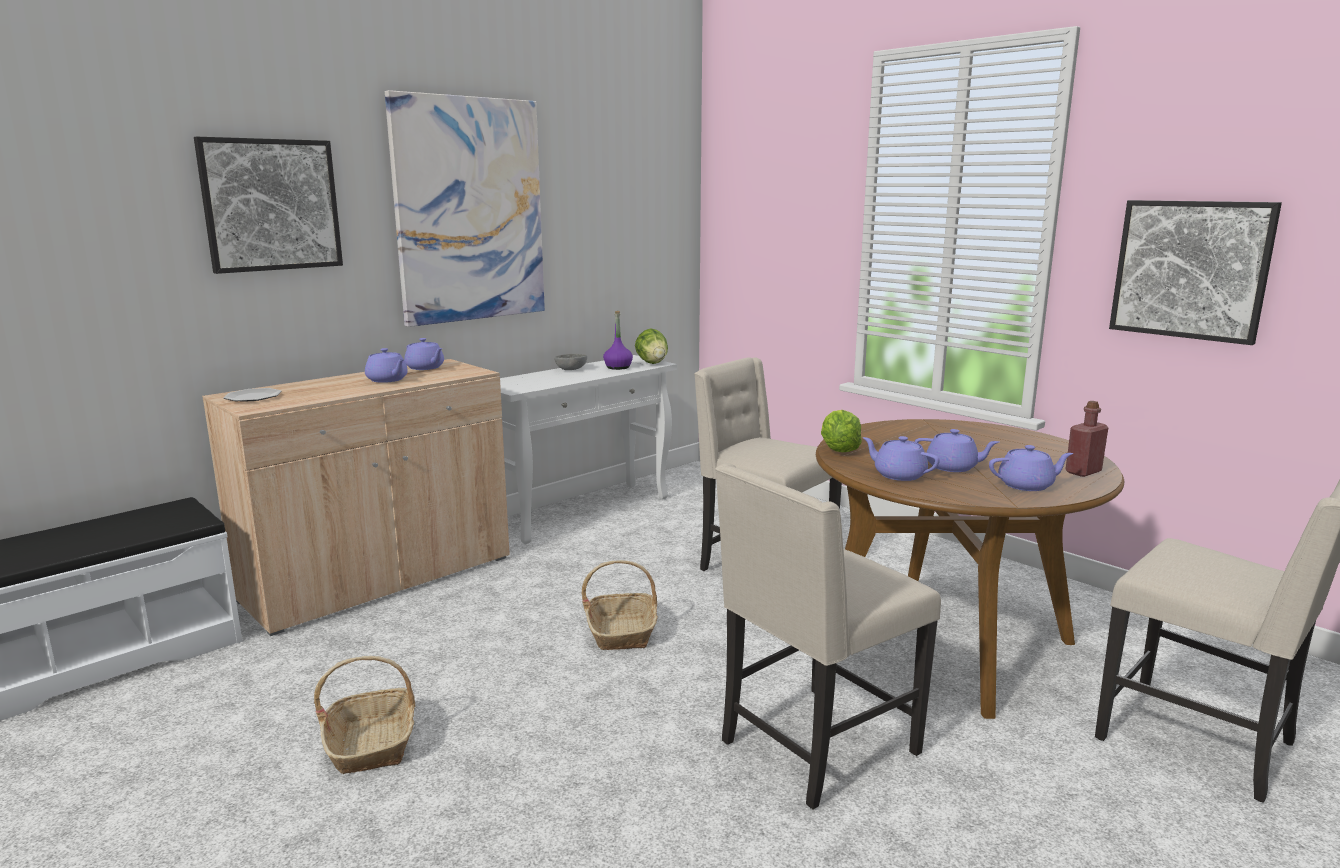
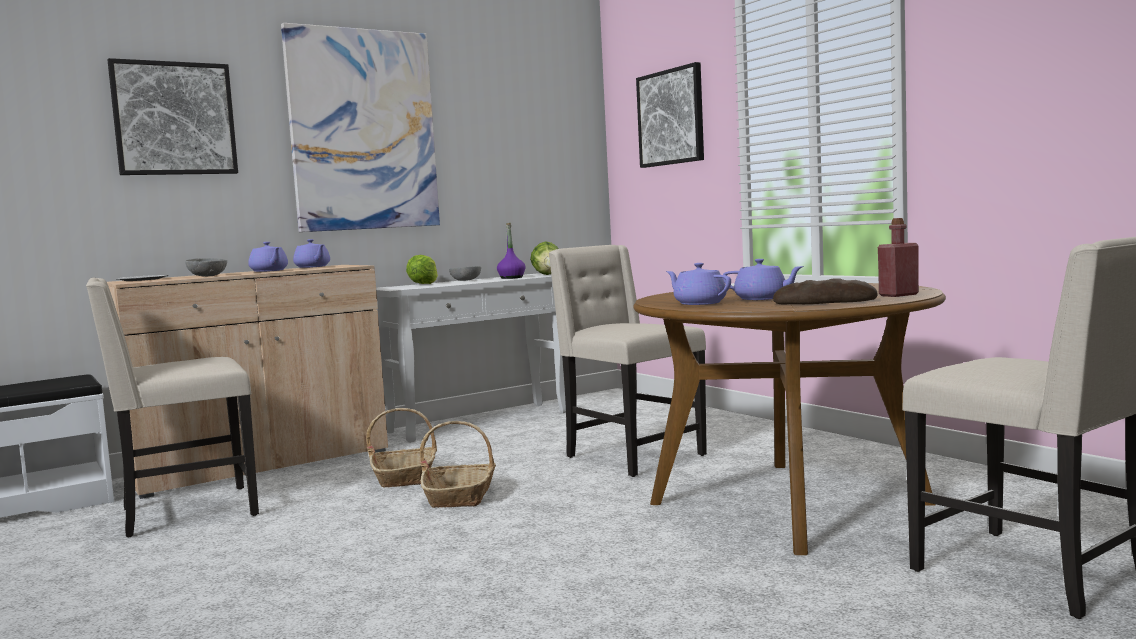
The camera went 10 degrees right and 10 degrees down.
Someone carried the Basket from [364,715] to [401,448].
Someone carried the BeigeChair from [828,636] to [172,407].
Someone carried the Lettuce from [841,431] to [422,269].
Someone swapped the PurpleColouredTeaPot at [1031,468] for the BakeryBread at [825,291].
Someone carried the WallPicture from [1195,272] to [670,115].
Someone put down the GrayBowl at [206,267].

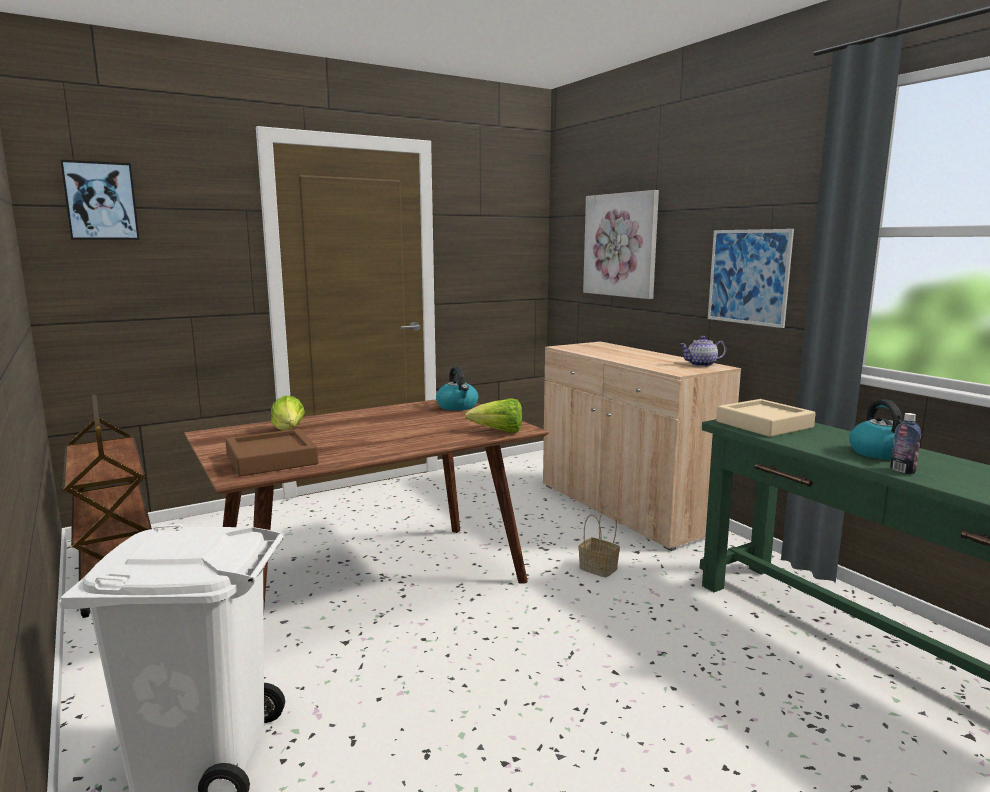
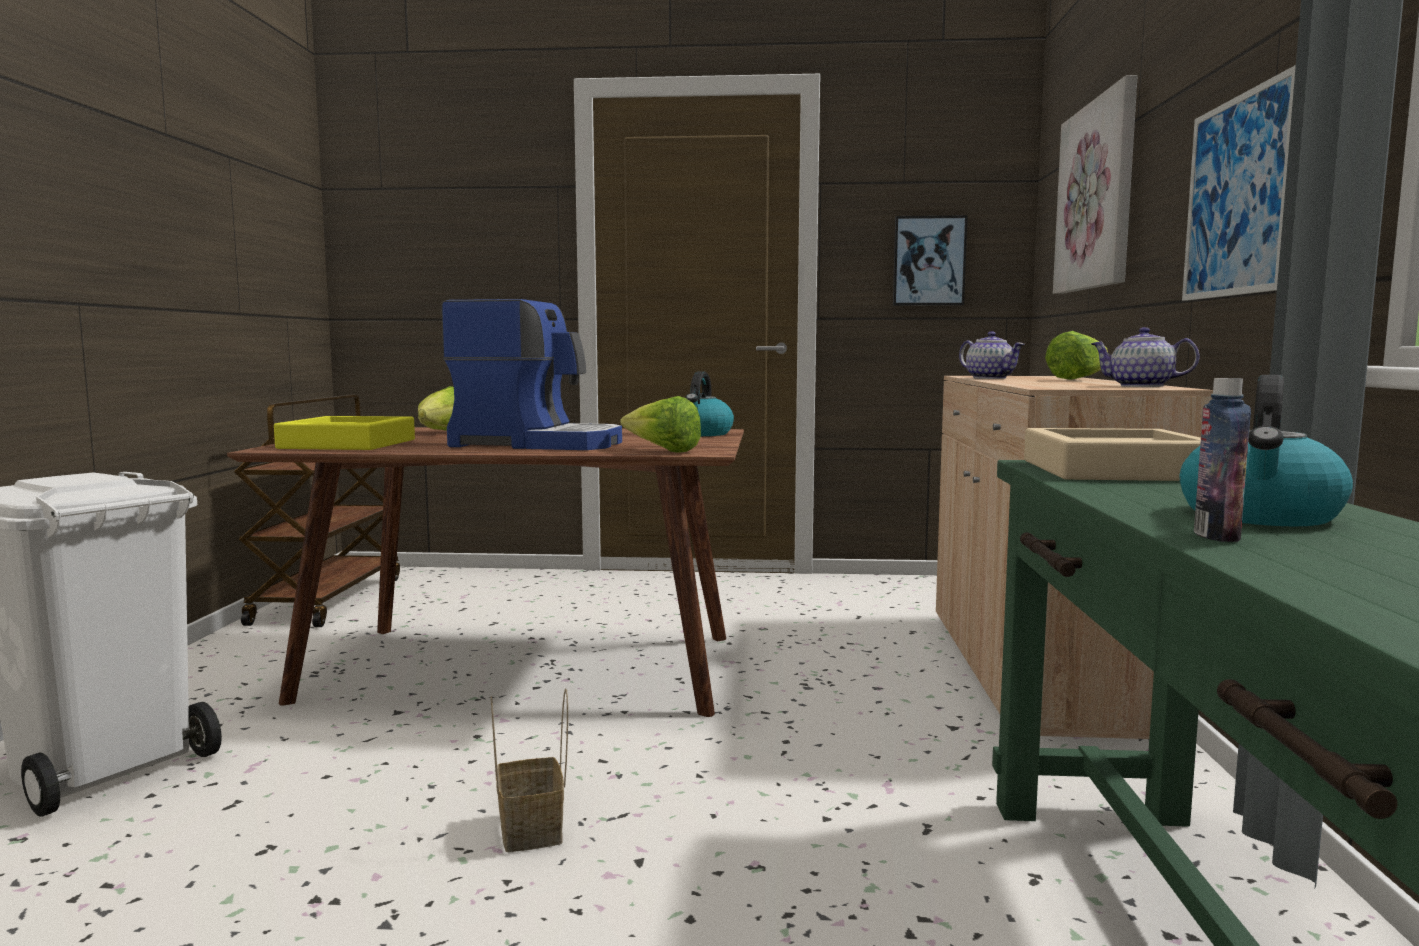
The camera went 35 degrees right and 5 degrees down.
Someone carried the WallPicture from [99,200] to [930,260].
Someone repainted the BrownishTray at [272,452], which became the YellowishTray at [344,433].
Someone carried the Basket from [599,541] to [529,770].
Someone put down the CoffeeMachine at [531,374].
Someone put down the TeaPot at [991,355].
Someone put down the Lettuce at [1076,355].

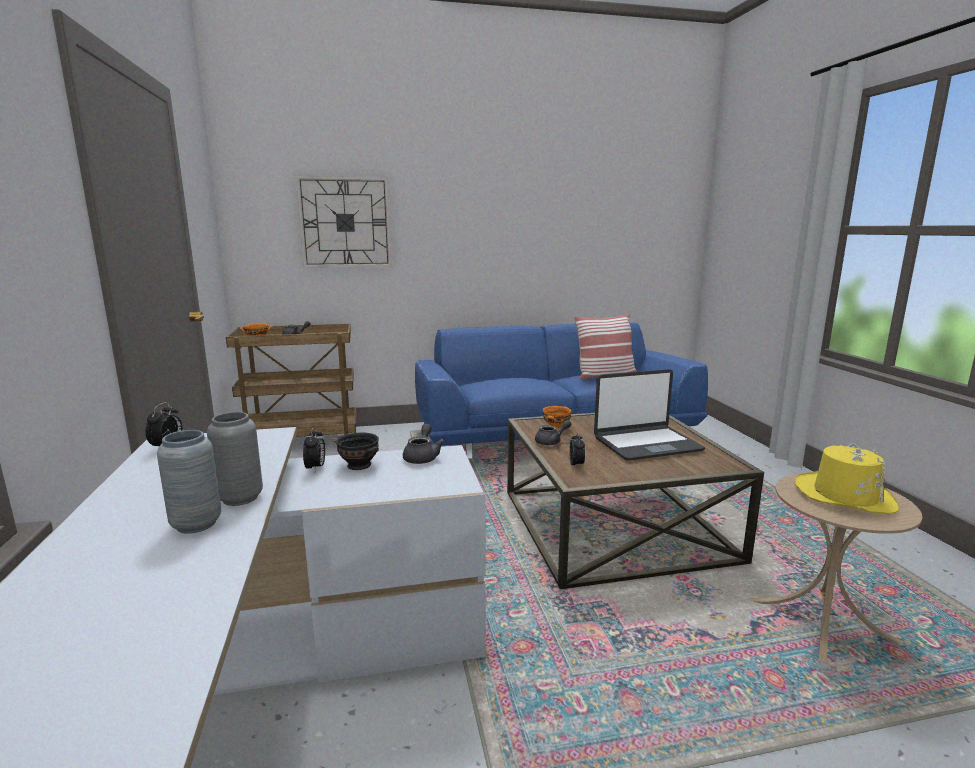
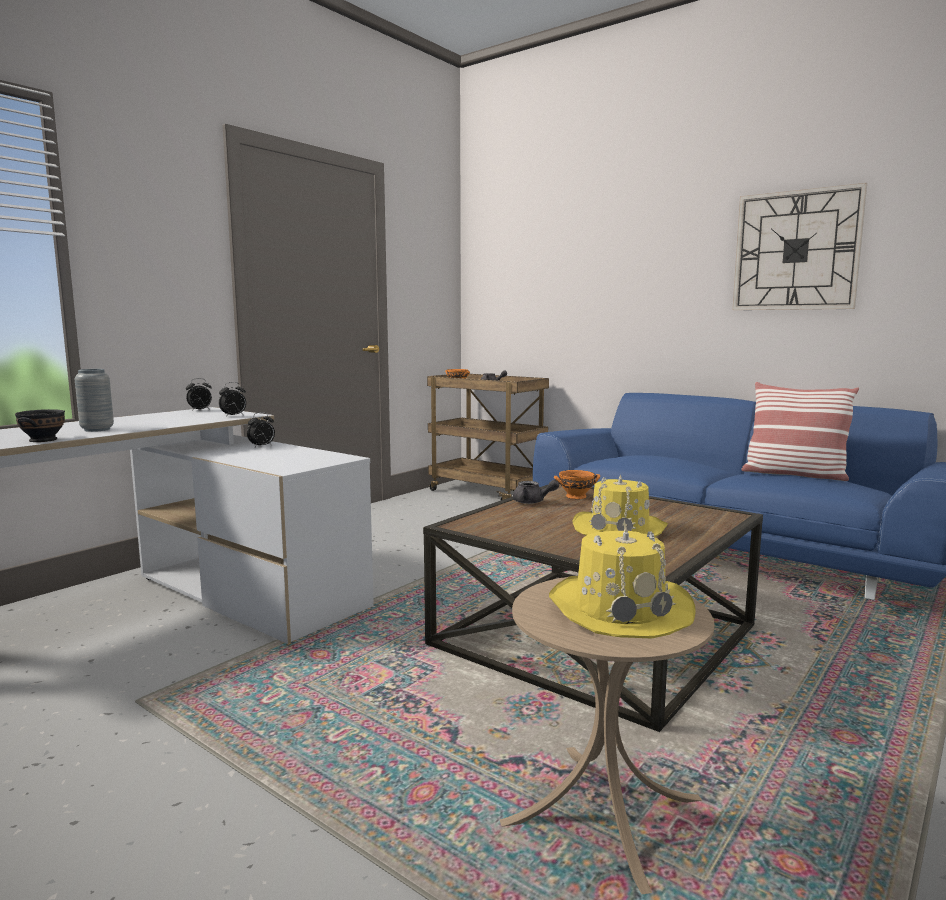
The camera went 50 degrees right and 5 degrees down.
Someone took away the GrayDecorativeVase at [235,459].
Someone carried the HangingClock from [344,222] to [799,246].
Someone carried the BlackishBowl from [357,451] to [40,425].
Someone took away the GrayTeaPot at [424,444].
Someone carried the TableClock from [577,449] to [232,399].
Someone swapped the NotebookComputer at [649,415] for the YellowishClothingHat at [620,505].

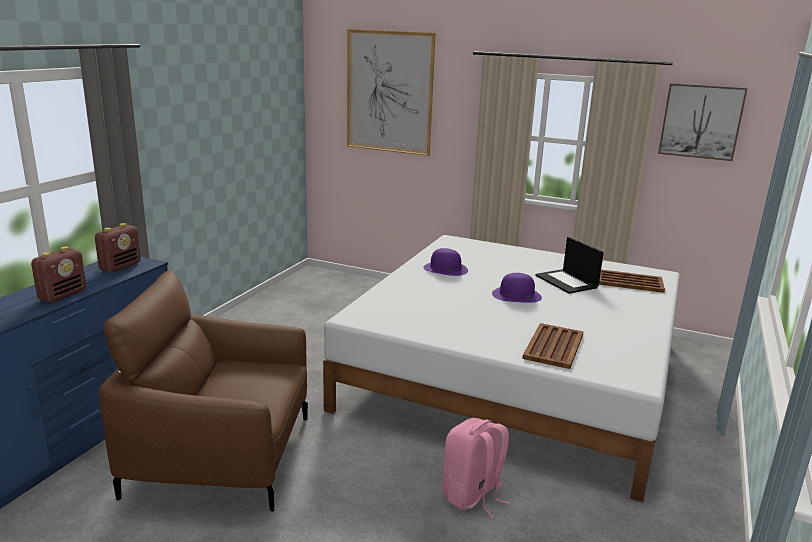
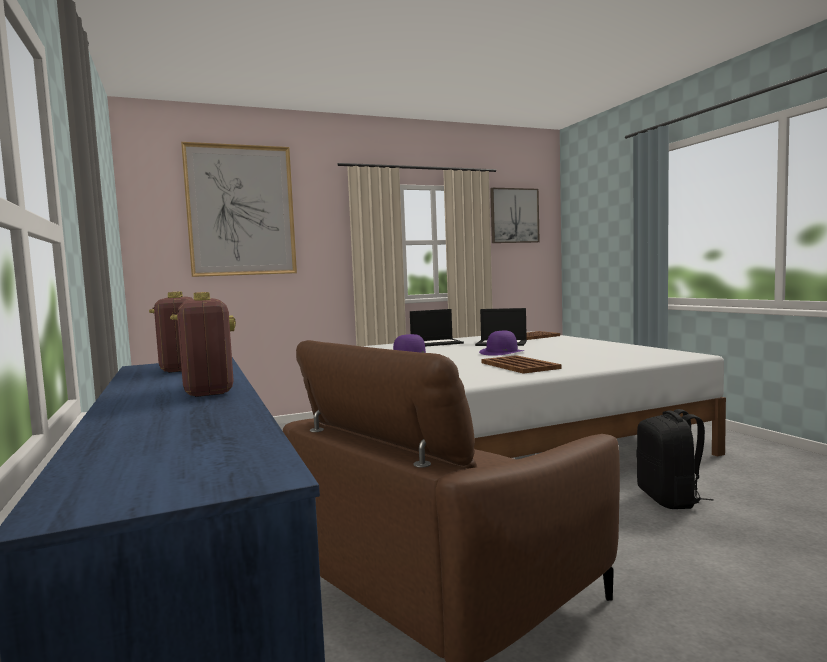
The camera went 45 degrees left and 15 degrees down.
Someone repainted the PinkBackpack at [476,468], which became the BlackishBackpack at [675,459].
Someone carried the BrownishTray from [553,346] to [522,364].
Someone put down the NotebookComputer at [437,328].

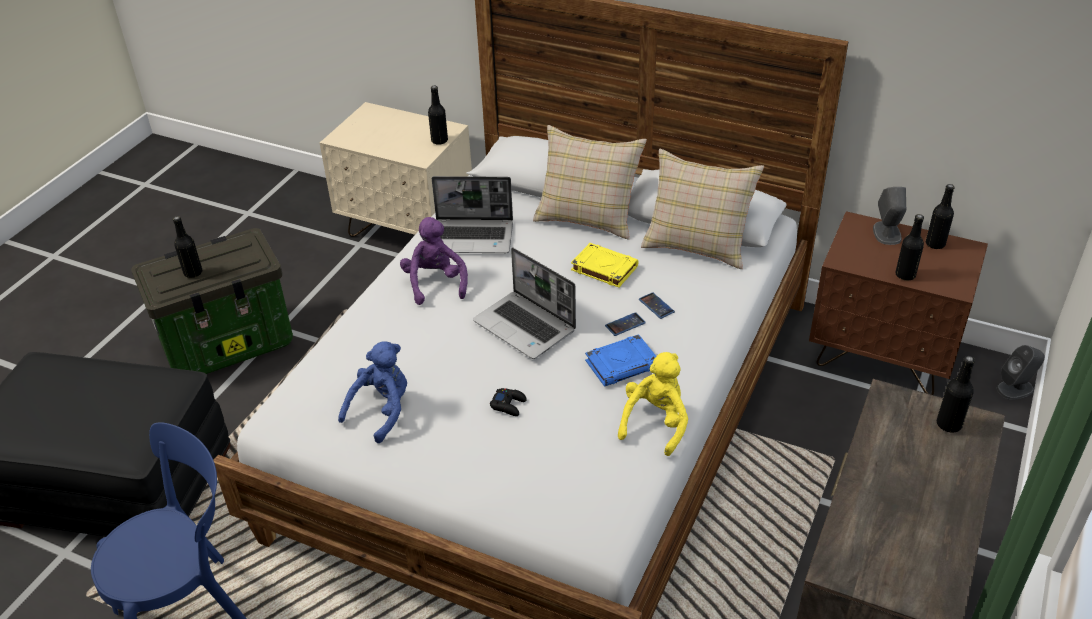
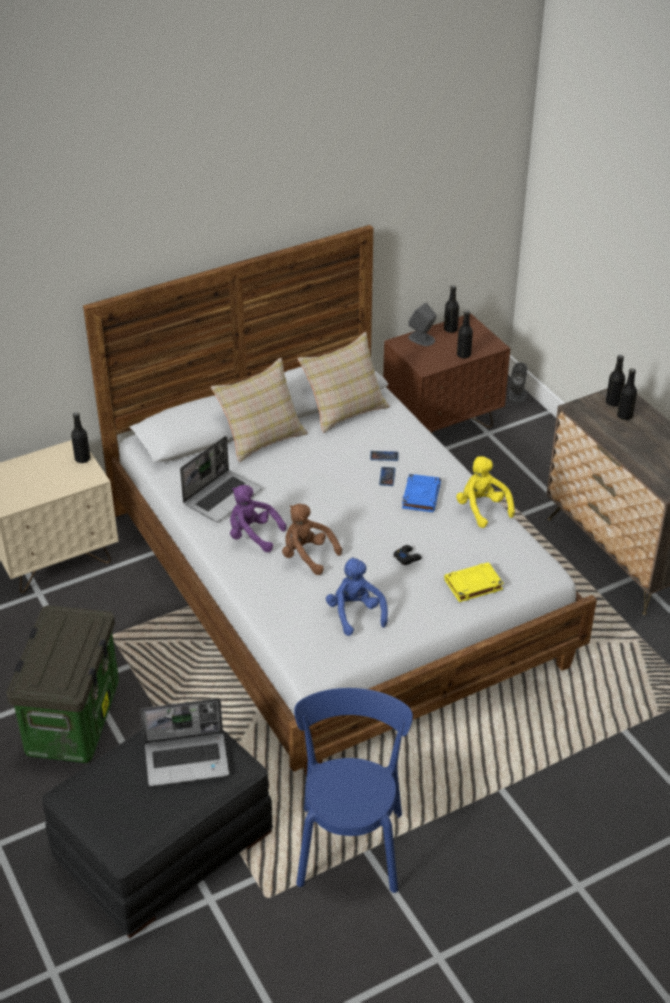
The camera went 55 degrees left and 0 degrees up.
Someone carried the BlackishBeverageBottle from [187,247] to [627,394].
Someone carried the NotebookComputer from [524,303] to [184,742].
Someone carried the YellowishBoundBook from [605,265] to [474,582].
Someone put down the BrownishSoftToy at [312,539].

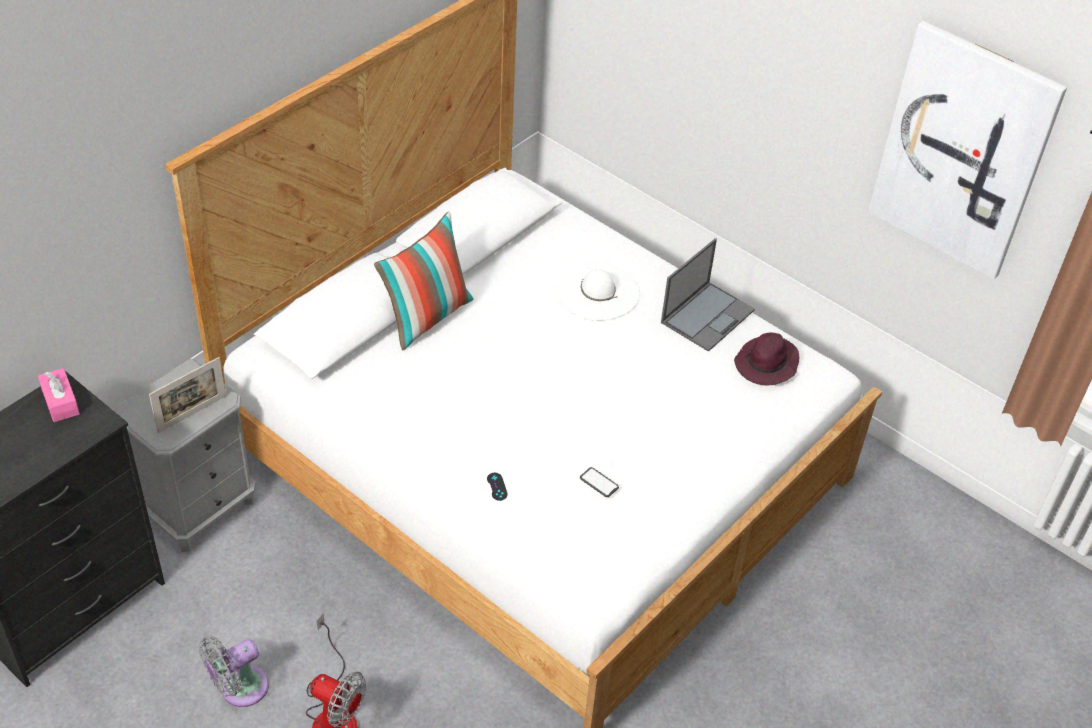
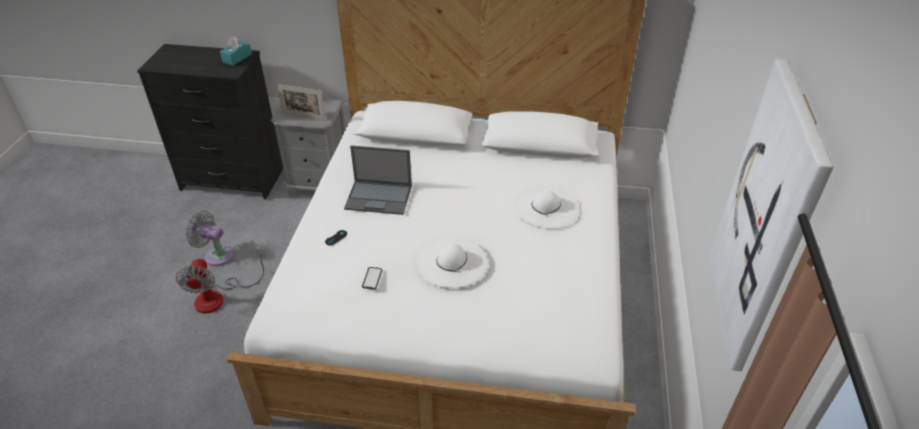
The camera went 60 degrees right and 5 degrees down.
Someone repainted the PinkBoxOfTissues at [59,395], which became the BlueGreenBoxOfTissues at [236,50].
Someone took away the ThrowPillow at [424,281].
Someone carried the NotebookComputer from [708,295] to [378,180].
Someone took away the PurpleColouredClothingHat at [766,359].
Someone put down the WhitishClothingHat at [451,262].

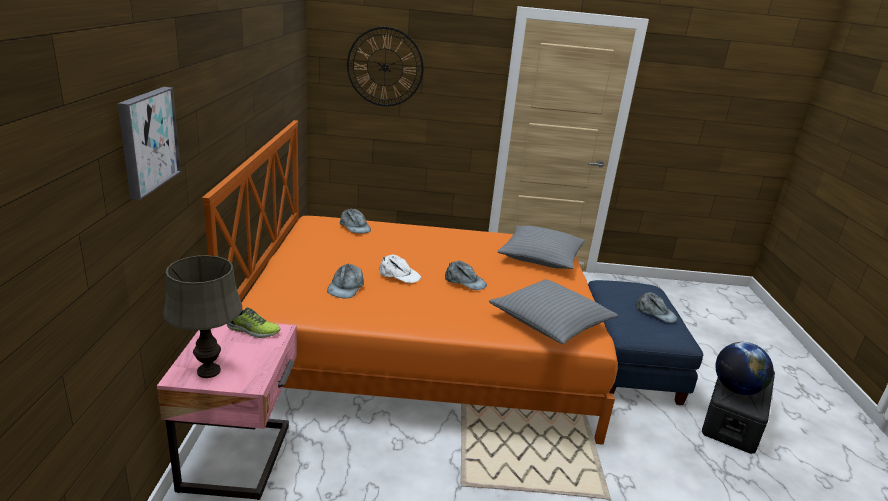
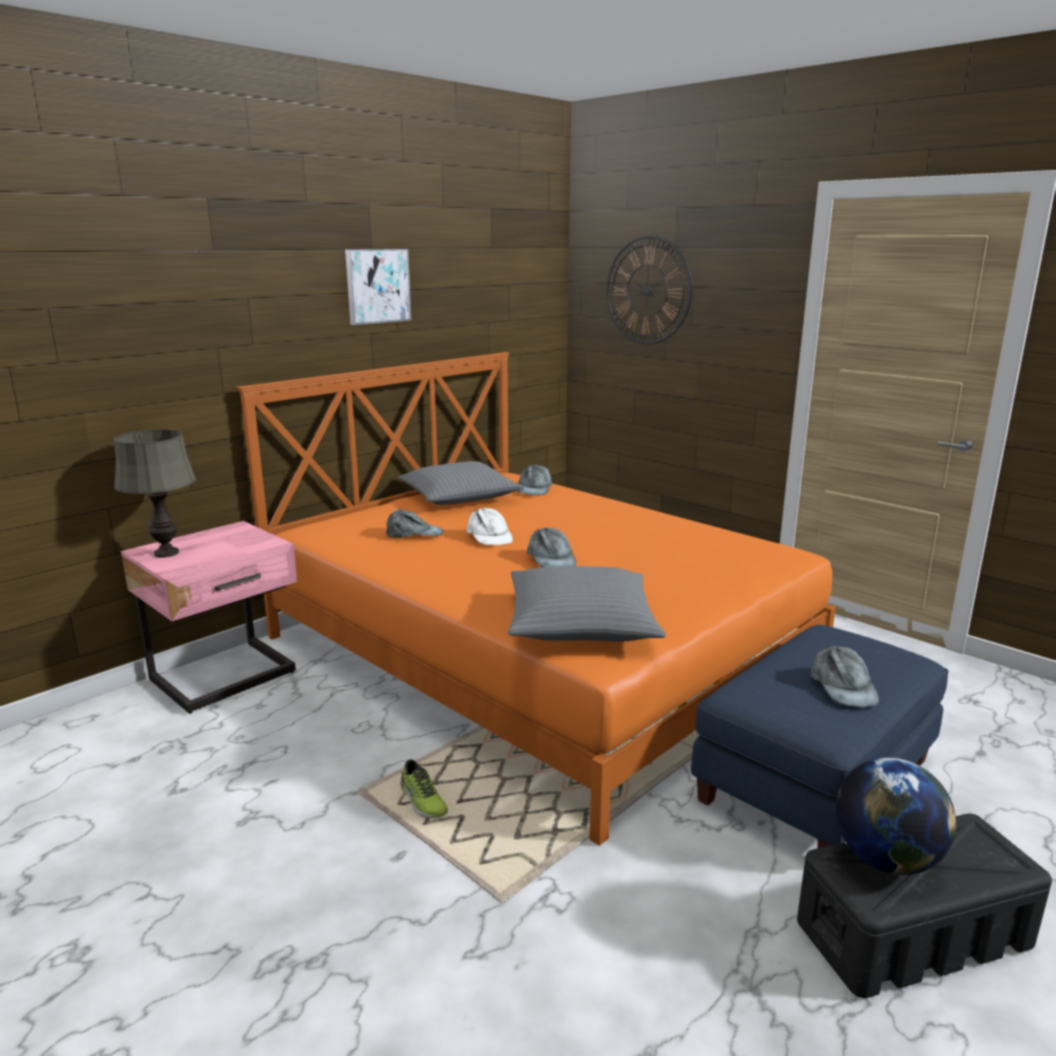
The camera went 45 degrees right and 5 degrees down.
Someone carried the WallPicture from [149,143] to [378,287].
Someone carried the ItemOfFootwear from [253,322] to [424,789].
Someone rotated the GrayPeakedCap at [345,280] by 150 degrees counterclockwise.
Someone carried the GrayThrowPillow from [542,247] to [460,483].

